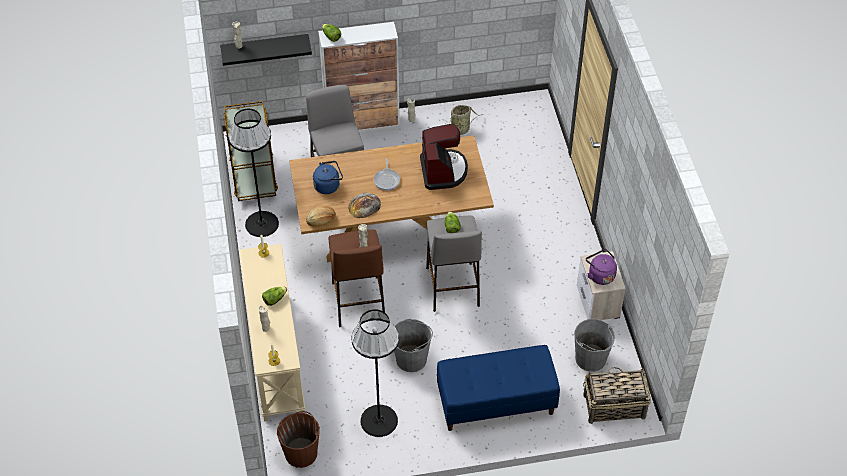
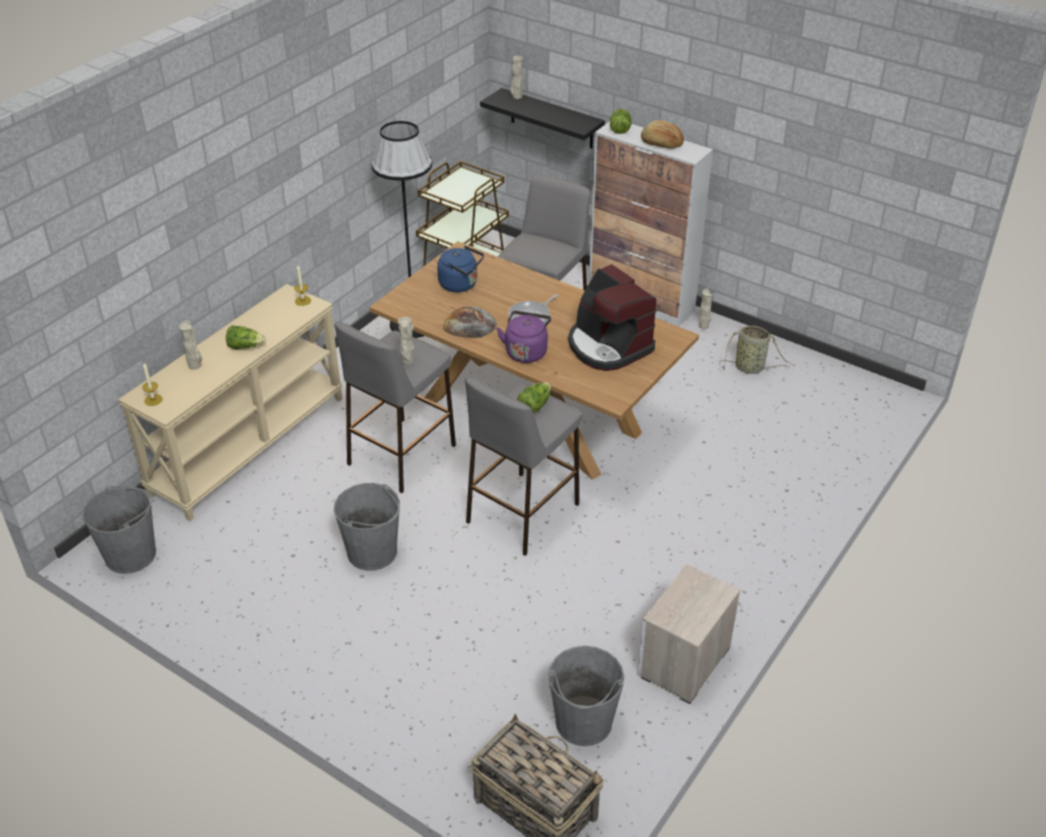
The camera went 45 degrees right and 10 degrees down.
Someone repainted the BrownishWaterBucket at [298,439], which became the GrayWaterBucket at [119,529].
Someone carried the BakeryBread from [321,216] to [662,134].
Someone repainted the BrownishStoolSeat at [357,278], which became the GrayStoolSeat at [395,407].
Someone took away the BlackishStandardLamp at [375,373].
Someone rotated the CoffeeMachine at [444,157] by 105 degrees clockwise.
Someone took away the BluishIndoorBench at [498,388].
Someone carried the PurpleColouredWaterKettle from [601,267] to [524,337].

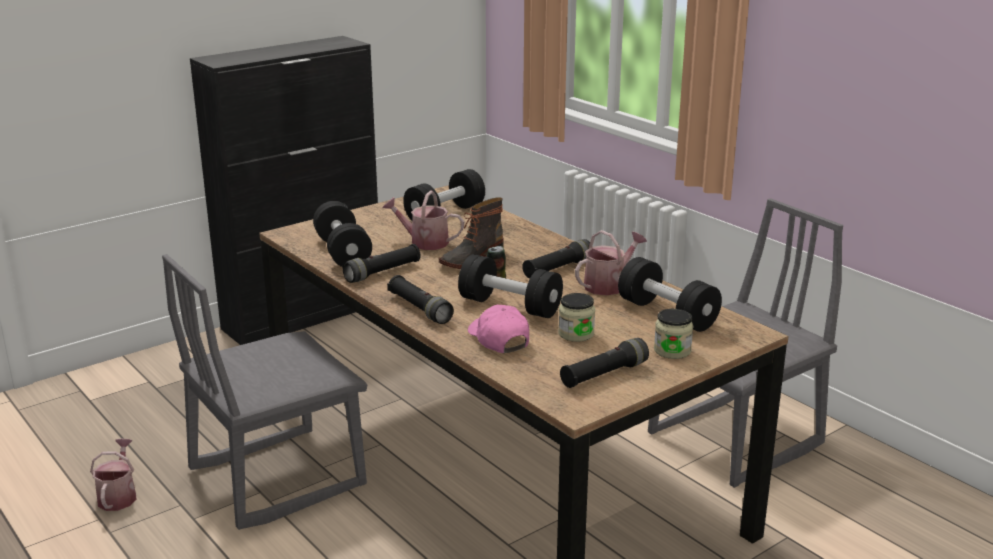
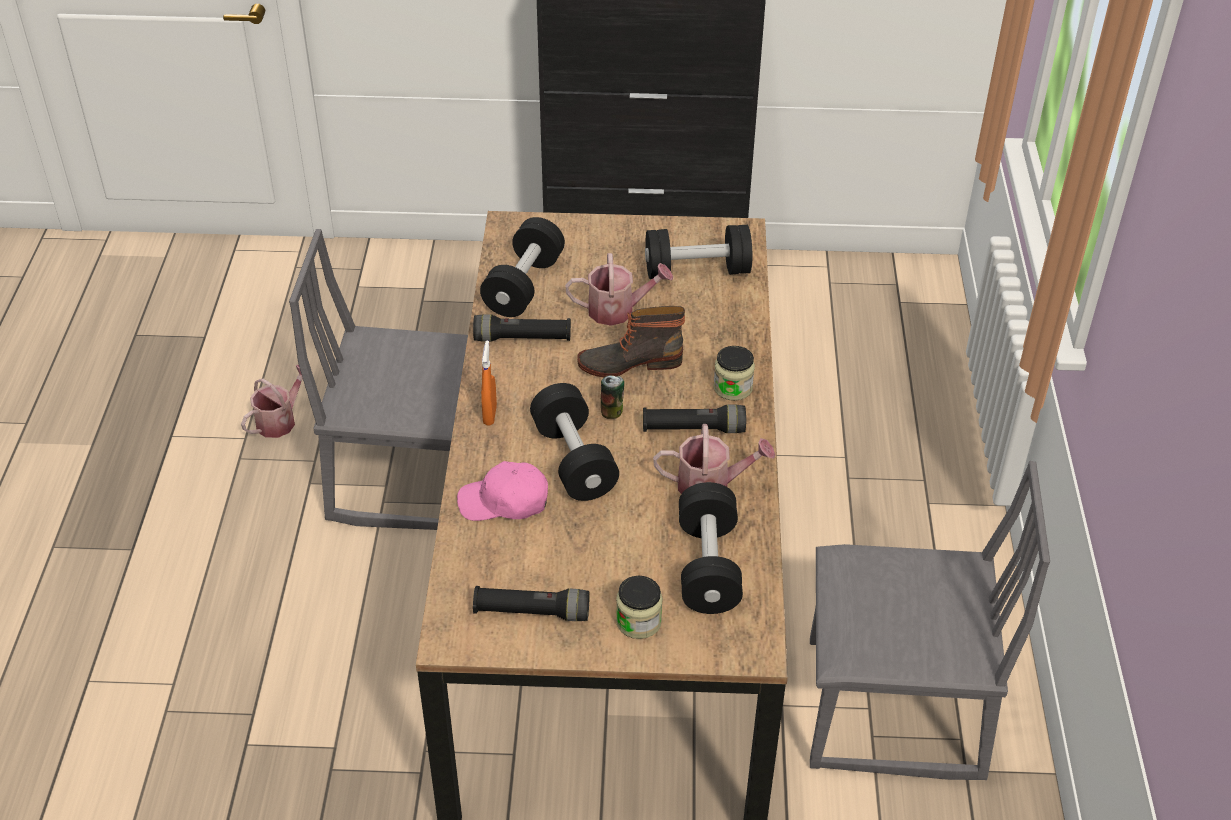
The camera went 40 degrees right and 20 degrees up.
Someone rotated the WateringPot at [423,220] by 120 degrees clockwise.
Someone swapped the BlackishTorch at [420,299] for the OrangeSprayBottle at [489,383].
Someone rotated the PinkPeakedCap at [498,329] by 105 degrees counterclockwise.
Someone carried the Jar from [576,317] to [734,373].

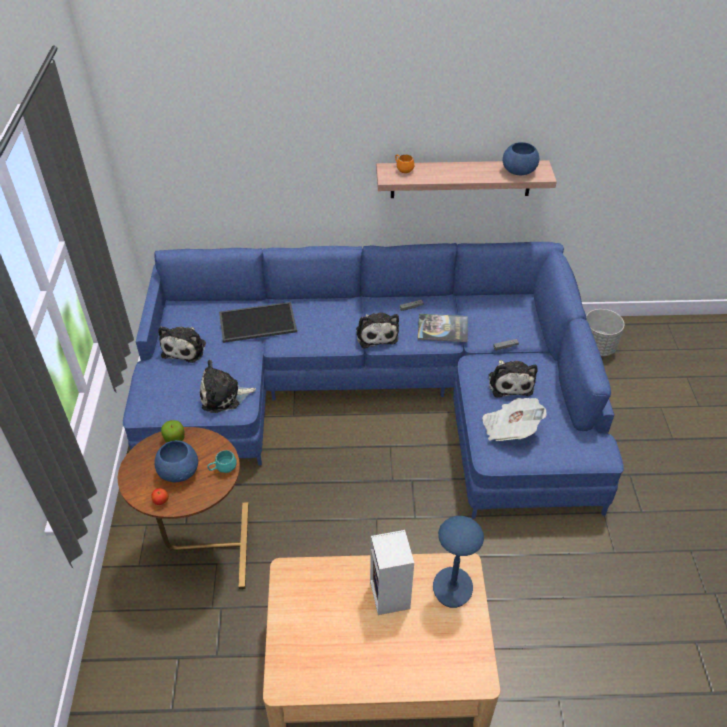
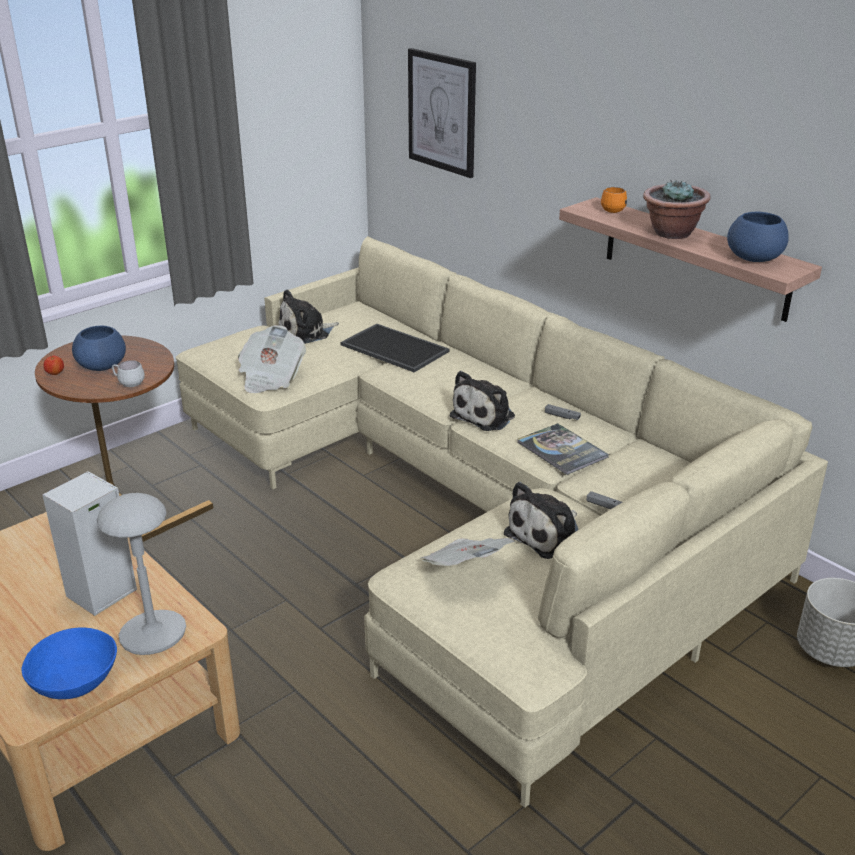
The camera went 50 degrees right and 15 degrees down.
Someone repainted the BluishSettee at [373,380], which became the BeigeSettee at [502,522].
Someone took away the Apple at [172,431].
Someone swapped the SoftToy at [228,386] for the PrintedPaper at [272,359].
Someone repainted the BlueGreenCoffeeMug at [222,461], which became the WhitishCoffeeMug at [128,373].
Someone repainted the BluishTableLamp at [458,562], which became the GrayTableLamp at [141,574].
Someone put down the BluishBowl at [69,663].
Someone put up the WallPicture at [442,113].
Someone put down the Houseplant at [677,209].

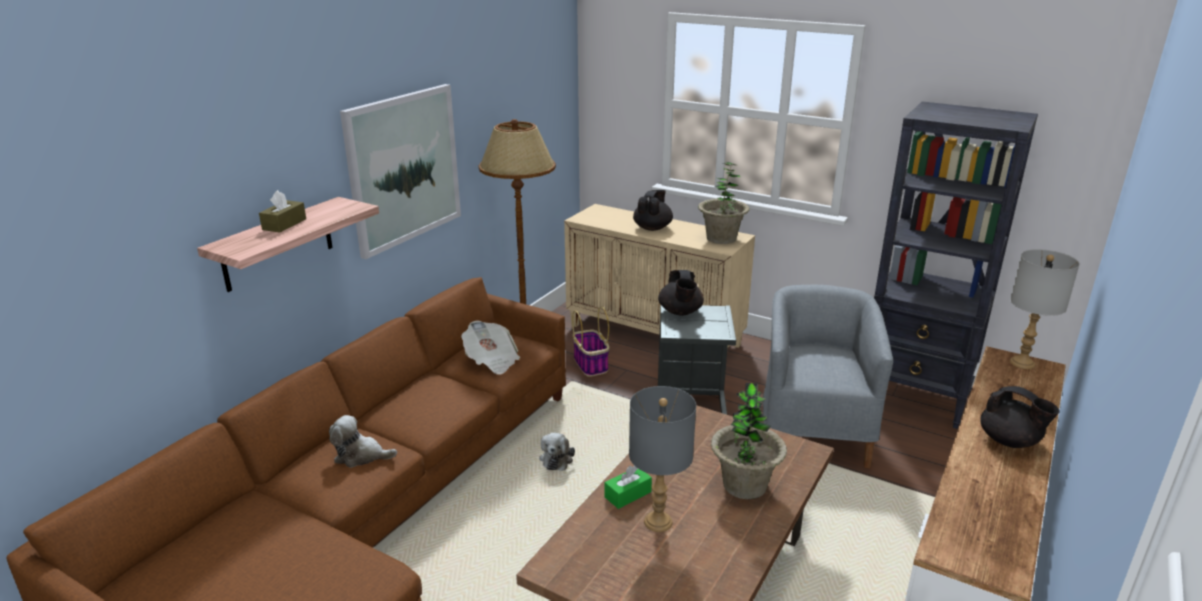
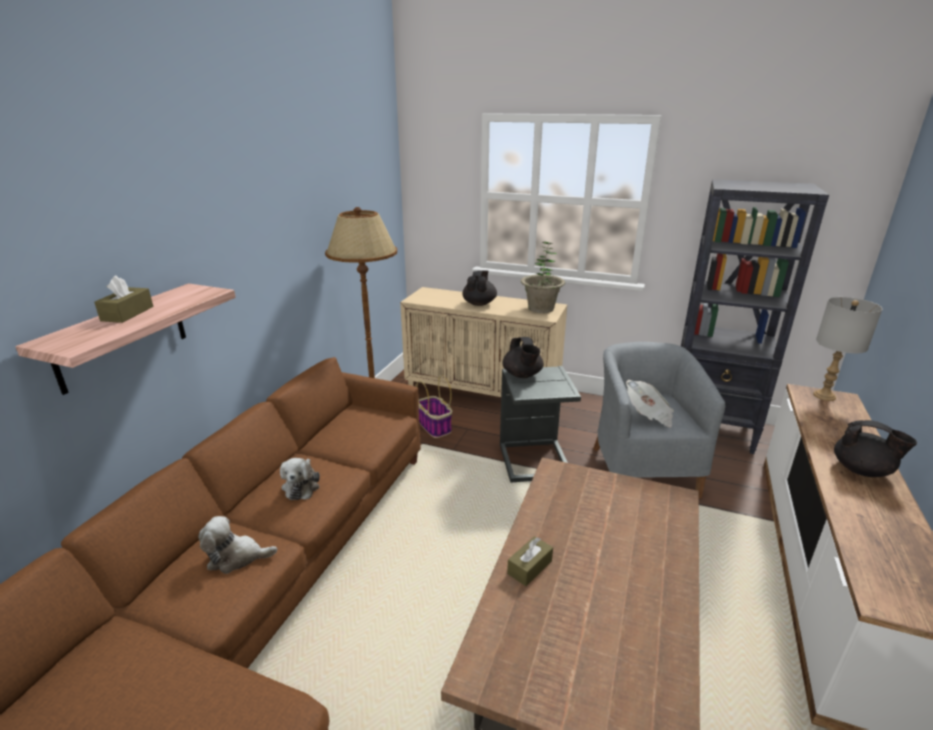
The camera went 10 degrees left and 0 degrees up.
Someone took away the WallPicture at [400,171].
Someone carried the PrintedPaper from [490,347] to [650,403].
Someone carried the SoftToy from [557,452] to [300,479].
Someone repainted the GreenishBoxOfTissues at [628,487], which became the BrownishBoxOfTissues at [530,561].
Someone took away the GrayTableLamp at [662,459].
Someone took away the Houseplant at [749,441].

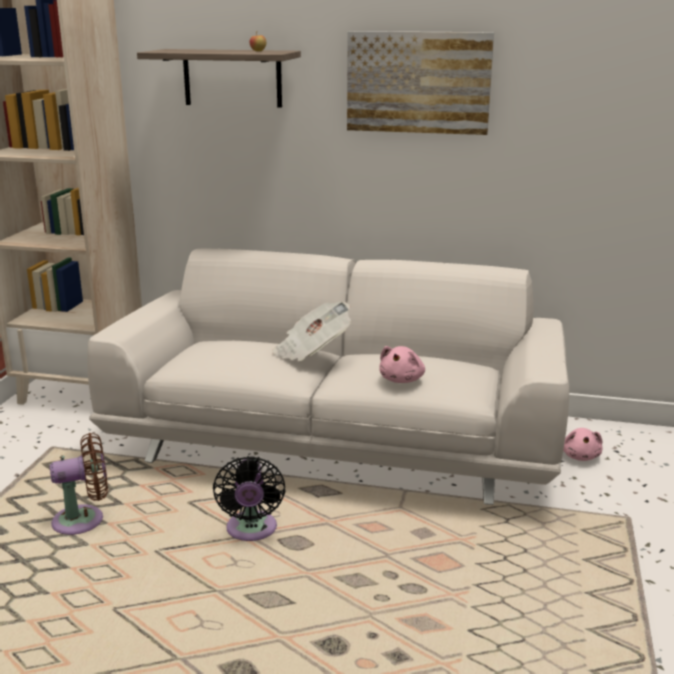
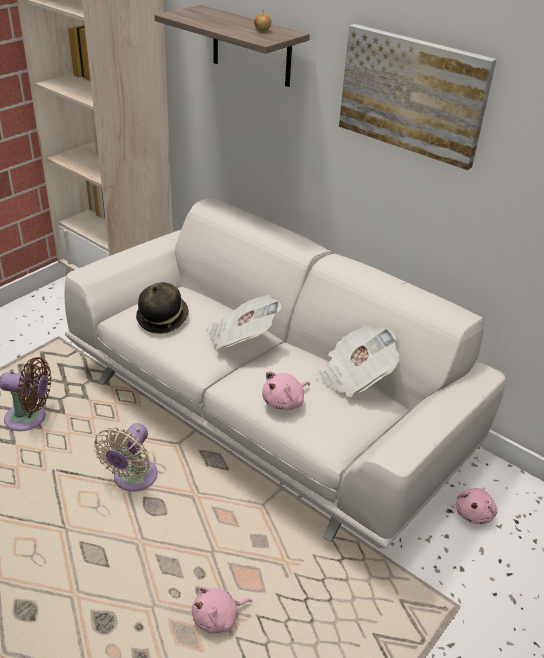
The camera went 25 degrees right and 15 degrees up.
Someone repainted the BlackishFan at [249,498], which became the BeigeFan at [126,457].
Someone put down the ClothingHat at [162,307].
Someone put down the PinkSoftToy at [222,610].
Someone put down the PrintedPaper at [357,361].

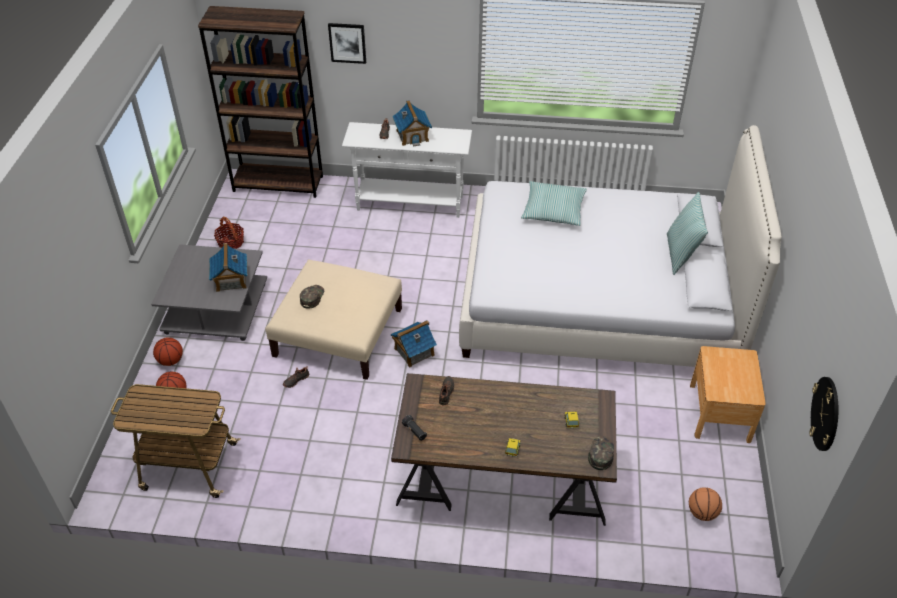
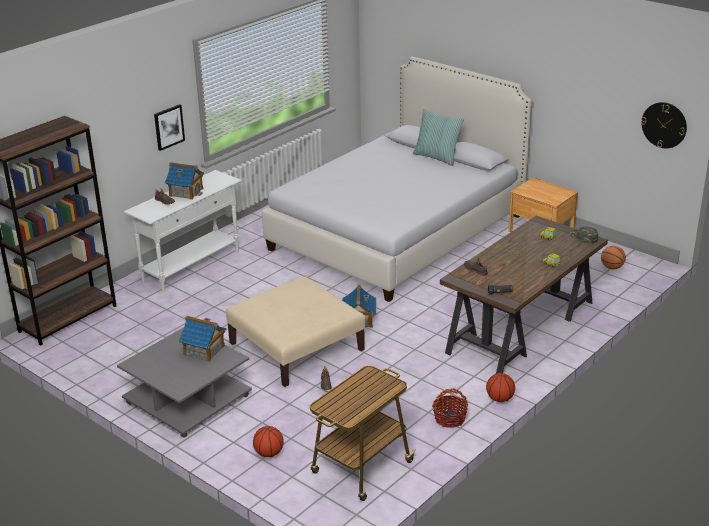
The camera went 55 degrees left and 15 degrees down.
Someone carried the BasketballBall from [168,351] to [500,387].
Someone carried the Basket from [229,233] to [450,408].
Someone took away the GreenishPeakedCap at [312,297].
Someone carried the WallPicture from [347,43] to [169,127].
Someone took away the ThrowPillow at [554,203].

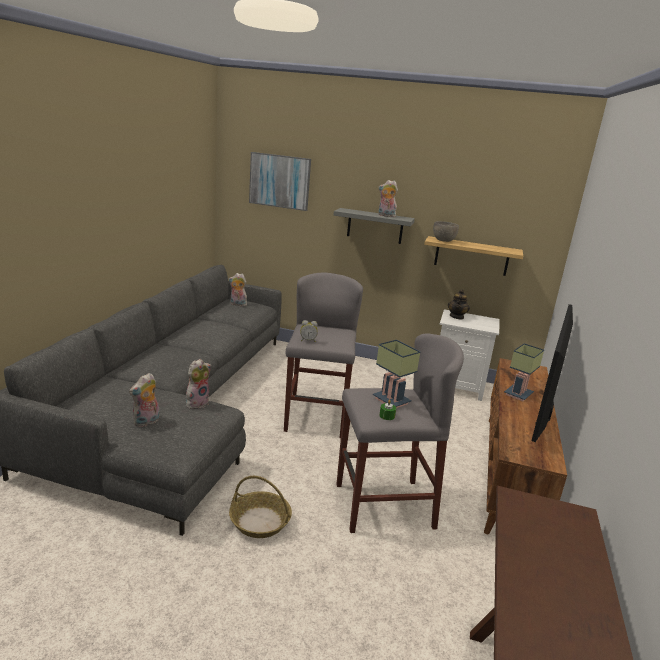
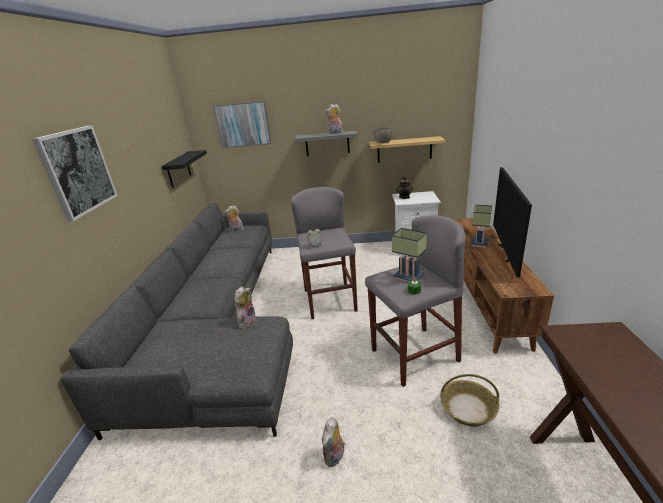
The camera went 10 degrees left and 5 degrees up.
Someone carried the SoftToy from [144,400] to [333,442].
Someone carried the Basket from [260,507] to [469,400].
Someone put up the WallPicture at [75,173].
Someone put up the BlackishShelf at [184,169].

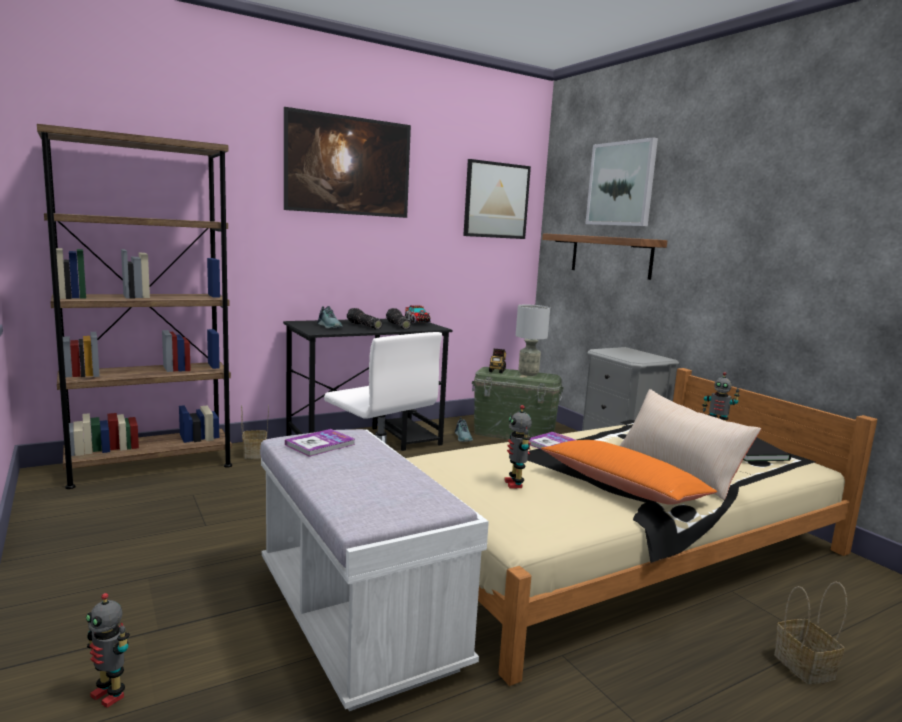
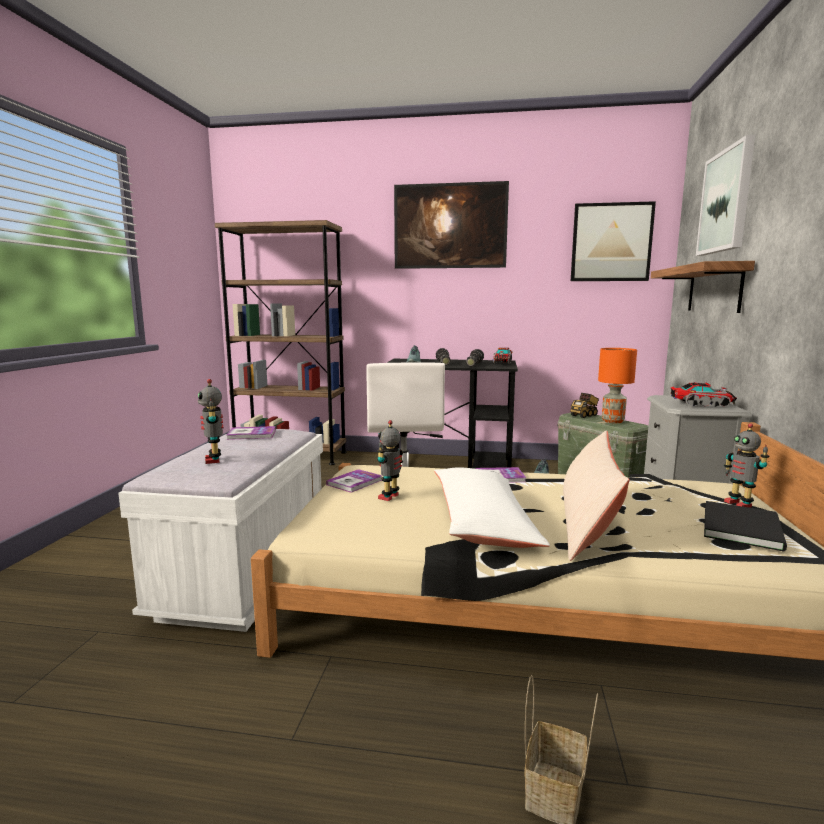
The camera went 40 degrees right and 0 degrees up.
Someone carried the ModelRobot from [108,650] to [210,421].
Someone took away the Basket at [255,432].
Someone repainted the GrayTableLamp at [533,340], which became the OrangeTableLamp at [617,385].
Someone repainted the OrangeThrowPillow at [629,472], which became the WhitishThrowPillow at [492,507].
Someone put down the BoundBook at [354,481].
Someone put down the ModelTruck at [704,394].

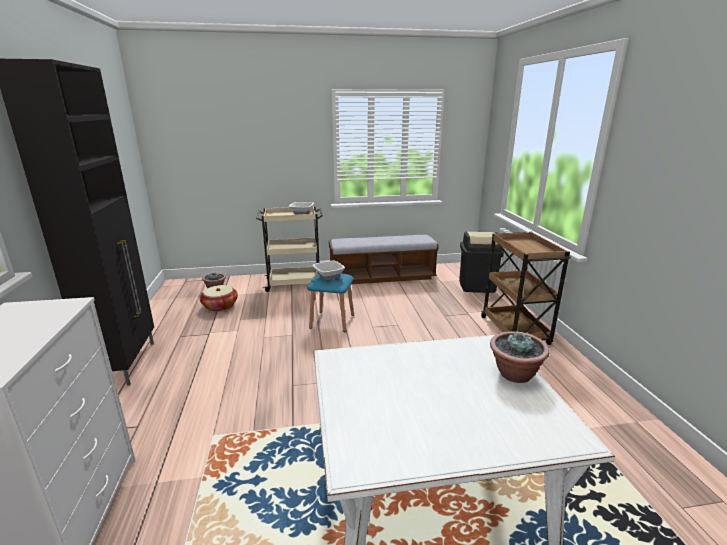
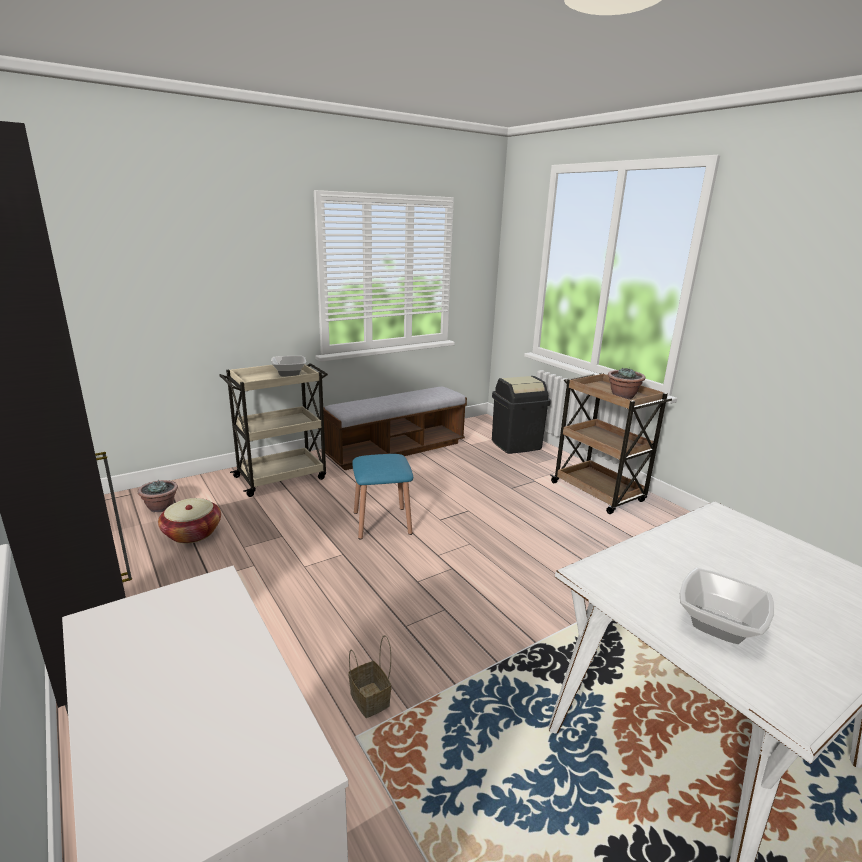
The camera went 25 degrees left and 0 degrees up.
Someone carried the Bowl from [329,270] to [727,606].
Someone carried the Houseplant from [520,357] to [627,383].
Someone put down the Basket at [370,676].

